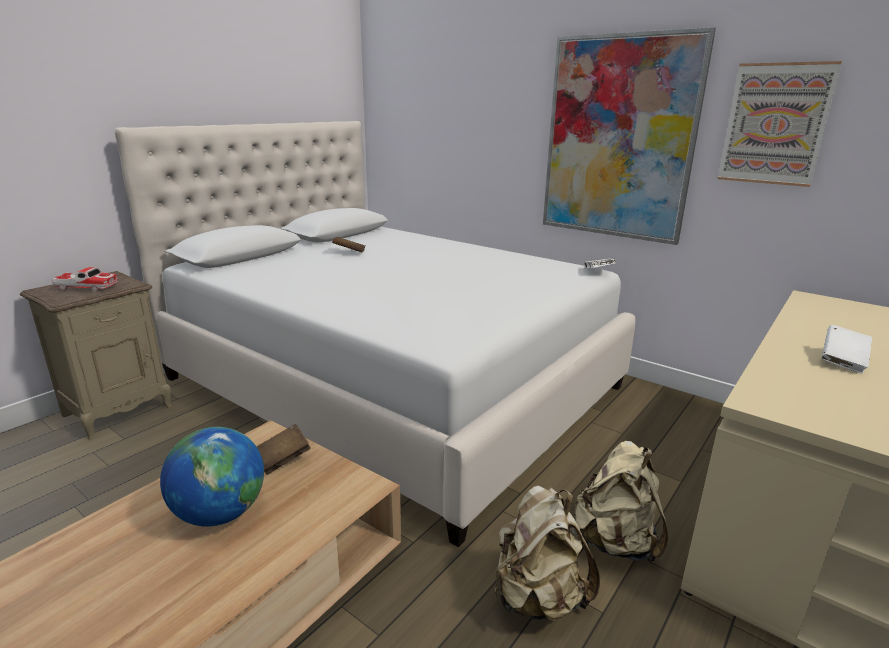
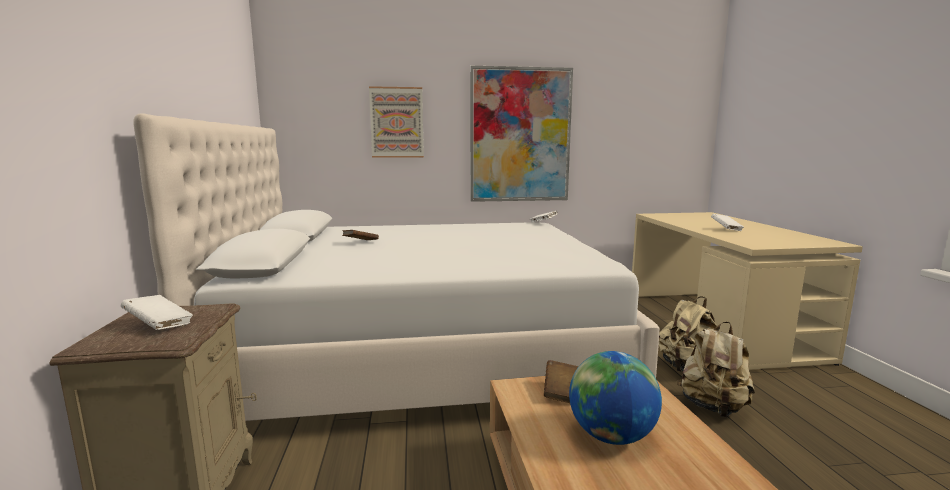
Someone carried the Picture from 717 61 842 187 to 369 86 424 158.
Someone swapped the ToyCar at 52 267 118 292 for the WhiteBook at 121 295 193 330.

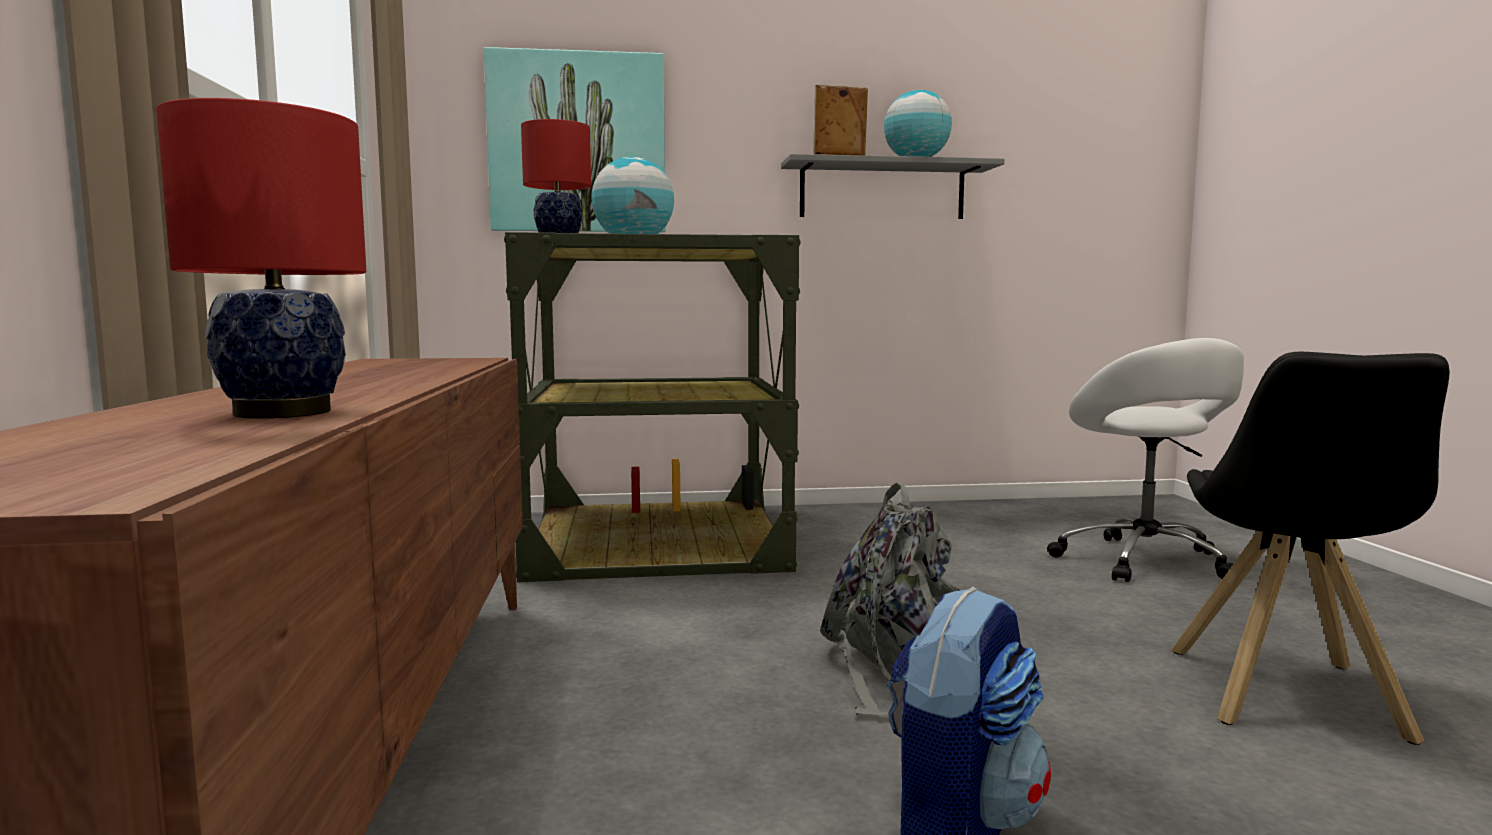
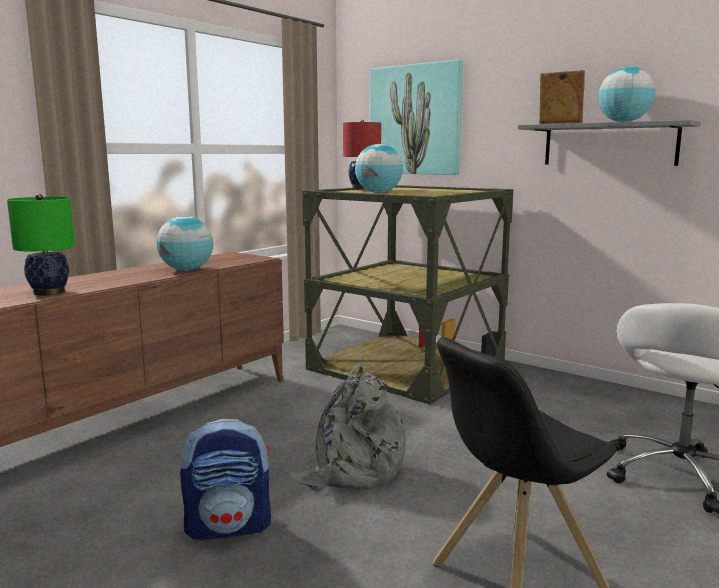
Someone repainted the RedTableLamp at 156 98 366 418, which became the GreenTableLamp at 7 194 75 296.
Someone put down the Globe at 157 216 213 271.

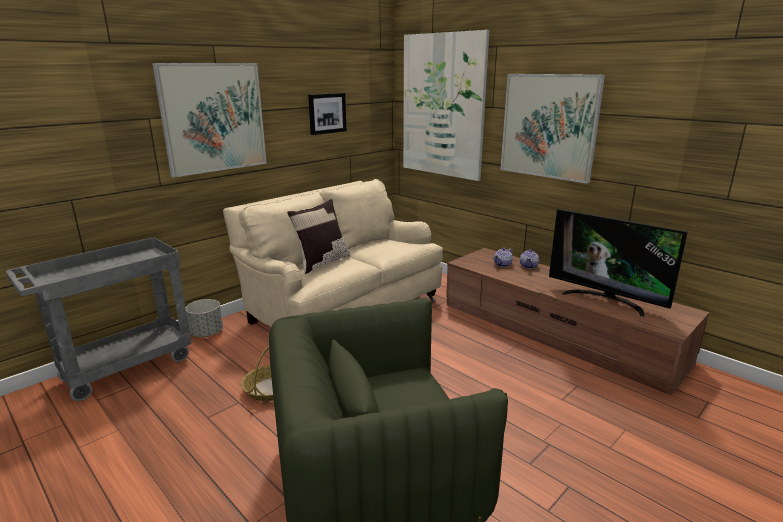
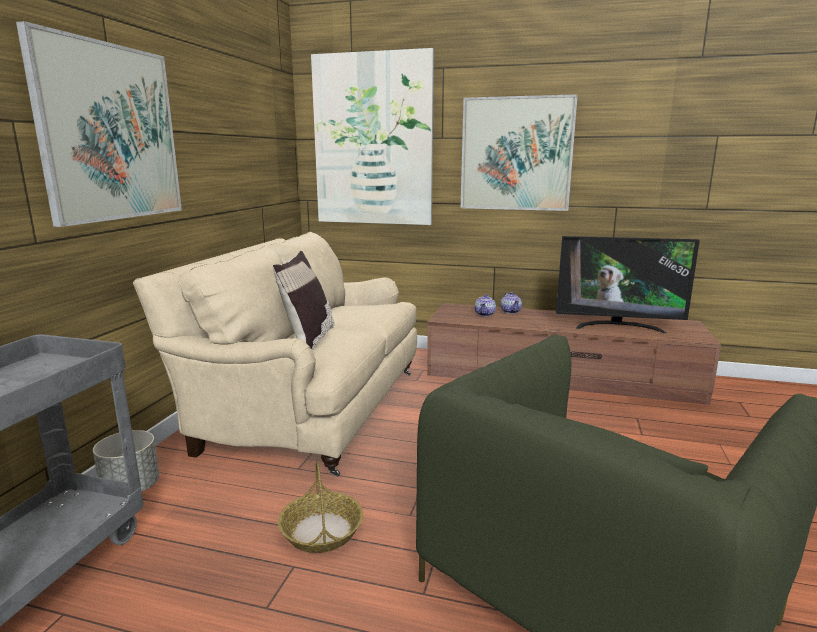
Someone took away the Picture at 308 93 347 135.

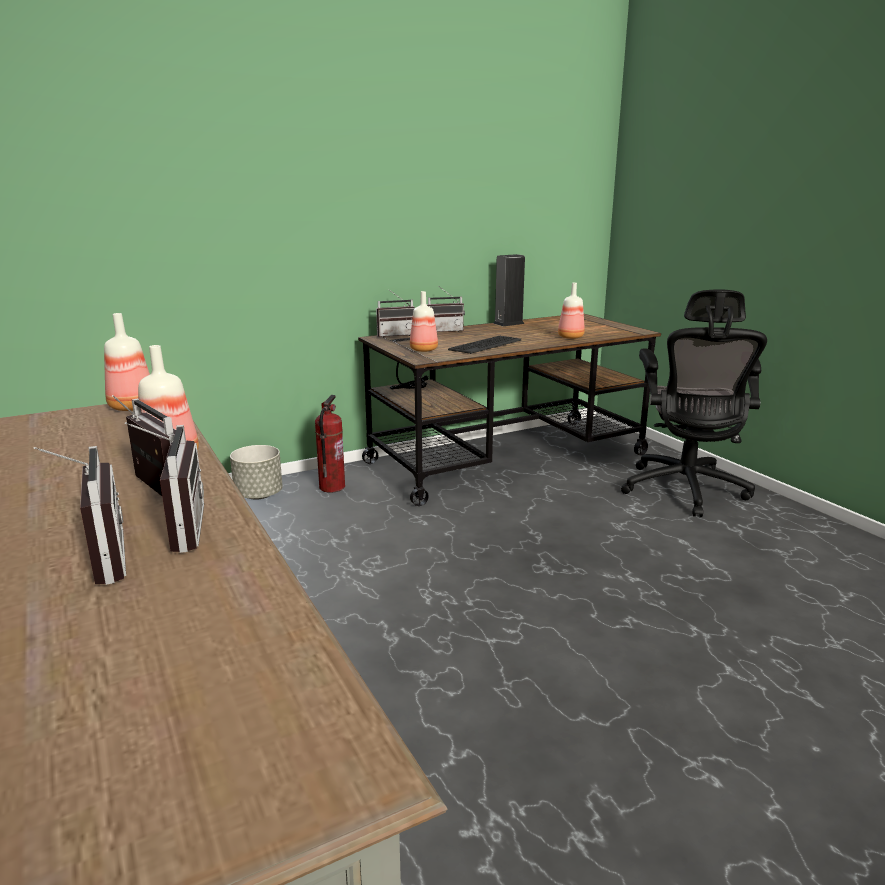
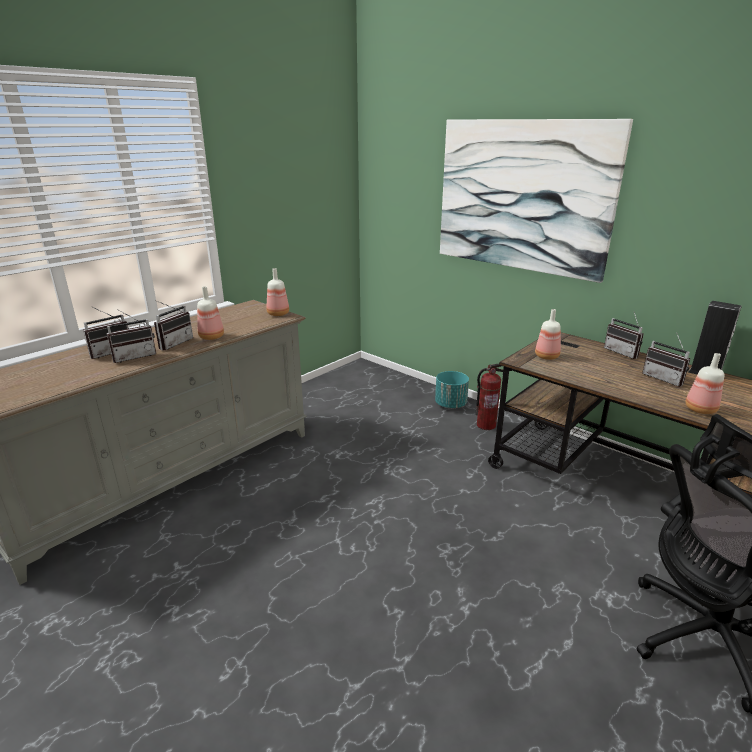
Someone carried the Radio from 376 289 415 337 to 642 334 691 387.
Someone took away the Keyboard at 448 336 521 354.
Someone repainted the GreyPlanter at 230 445 283 500, which became the TurquoisePlanter at 435 371 469 408.
Someone put up the Picture at 440 119 633 283.

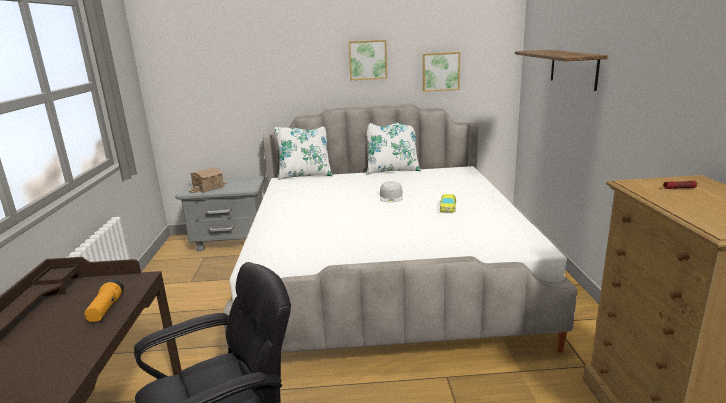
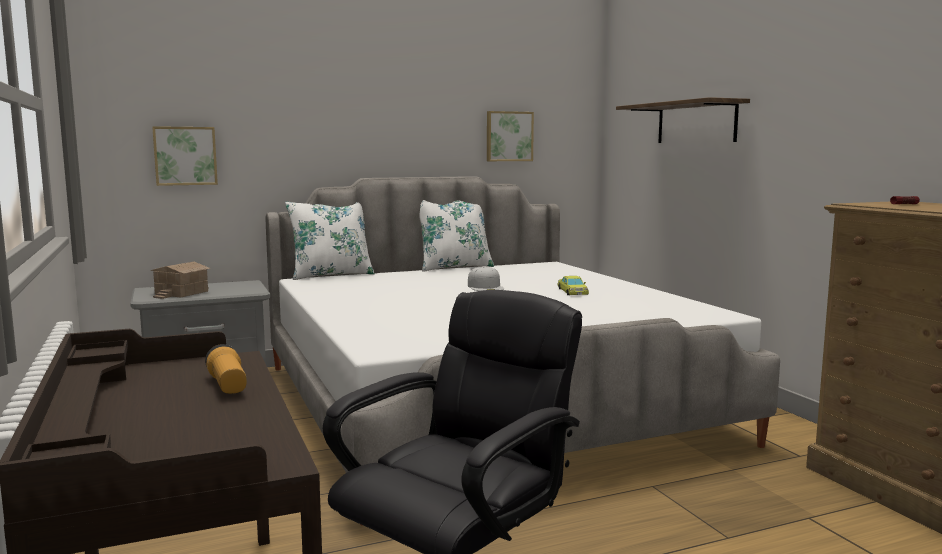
Someone carried the Picture from 348 40 387 80 to 152 126 218 186.

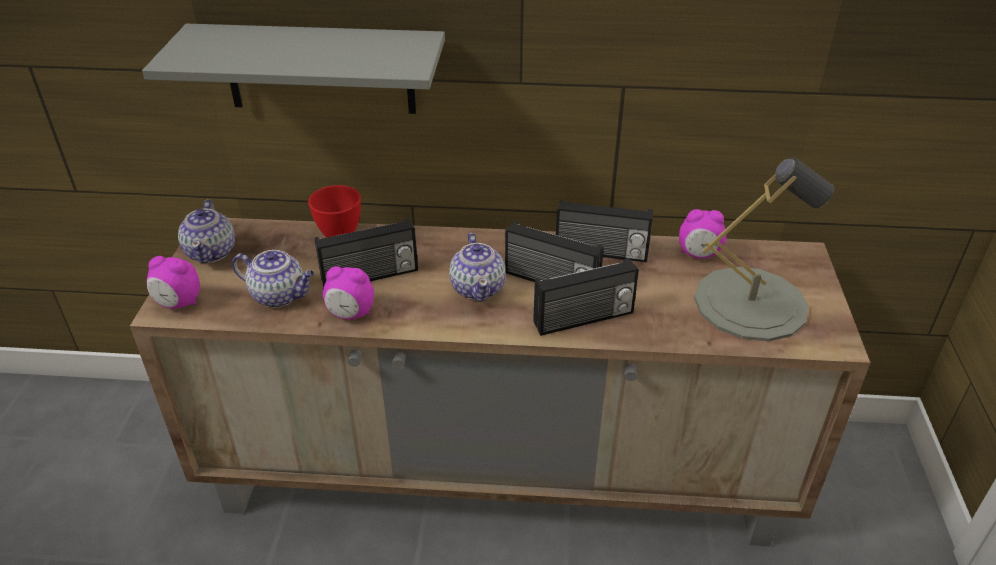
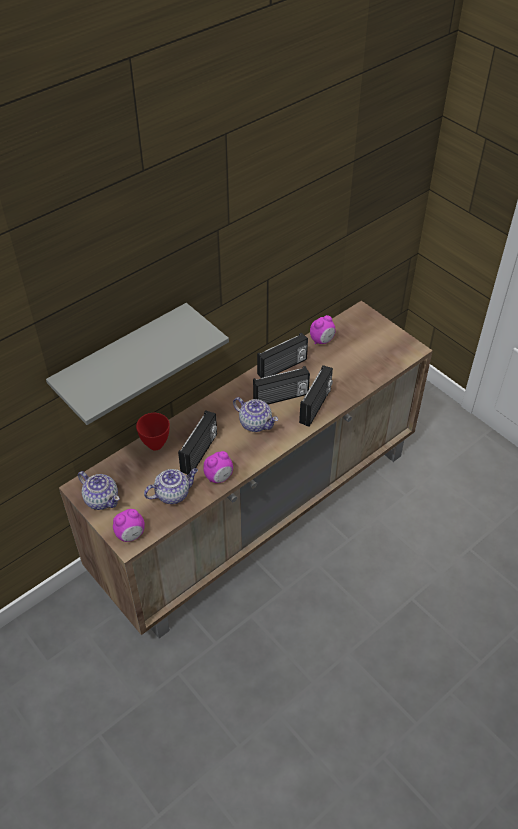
Someone took away the GreyTableLamp at 694 157 834 341.

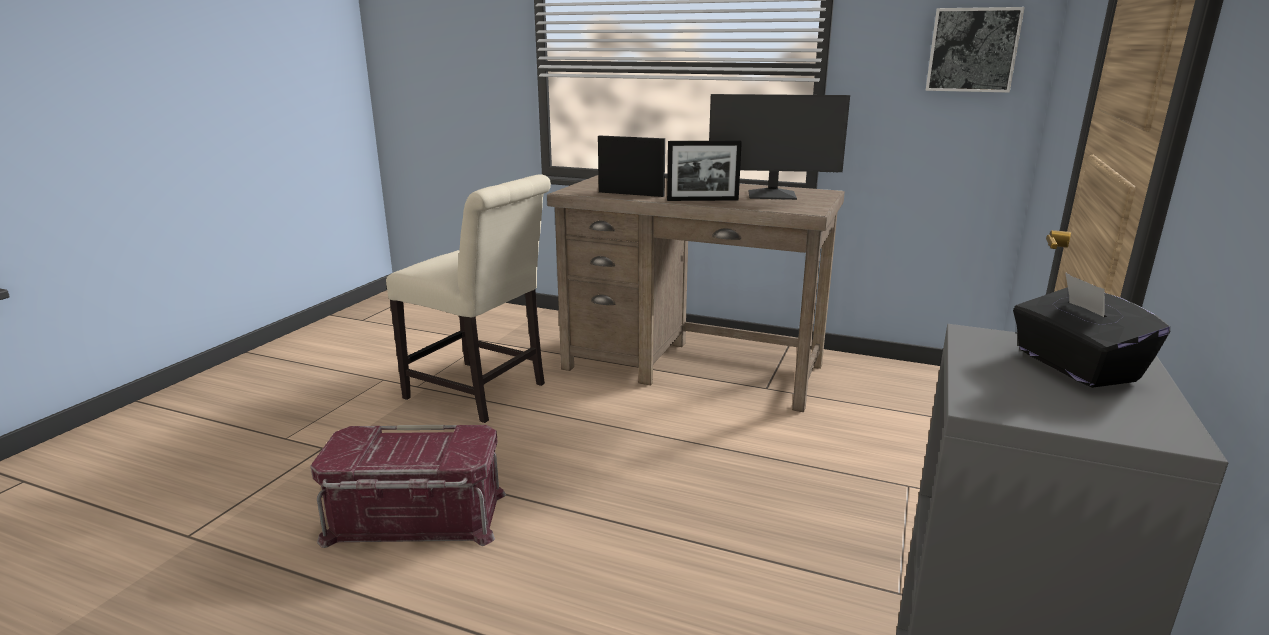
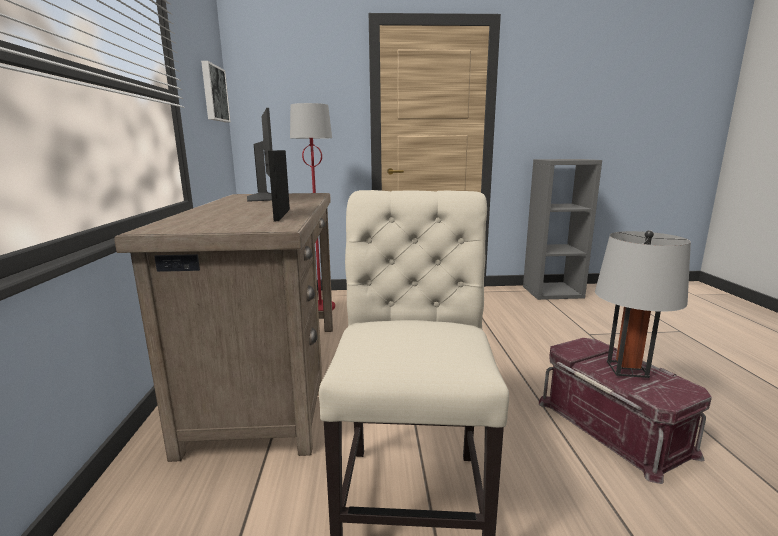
Someone took away the PictureFrame at 667 141 742 201.
Someone took away the BlackTissueBox at 1013 272 1170 388.
Someone put down the RedFloorLamp at 290 103 335 311.
Someone put down the GreyTableLamp at 595 230 691 378.

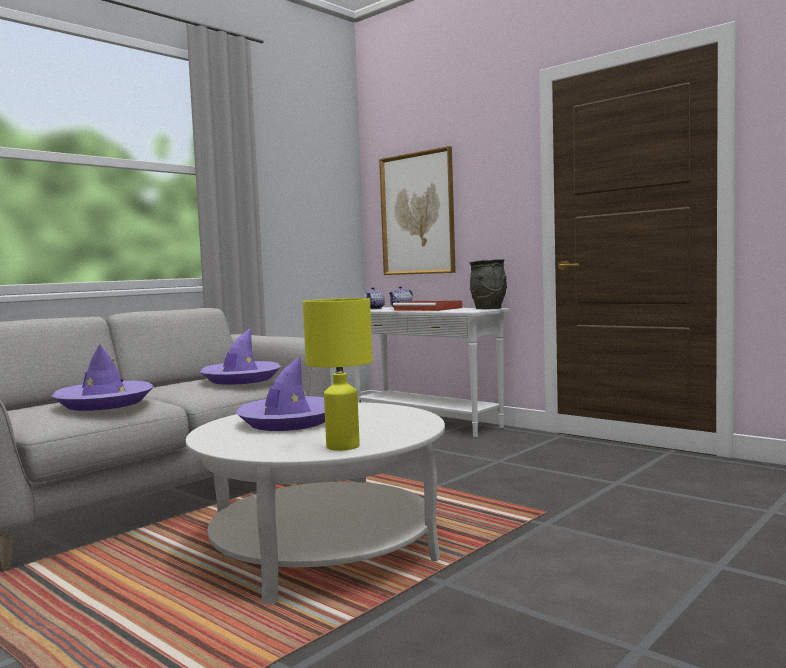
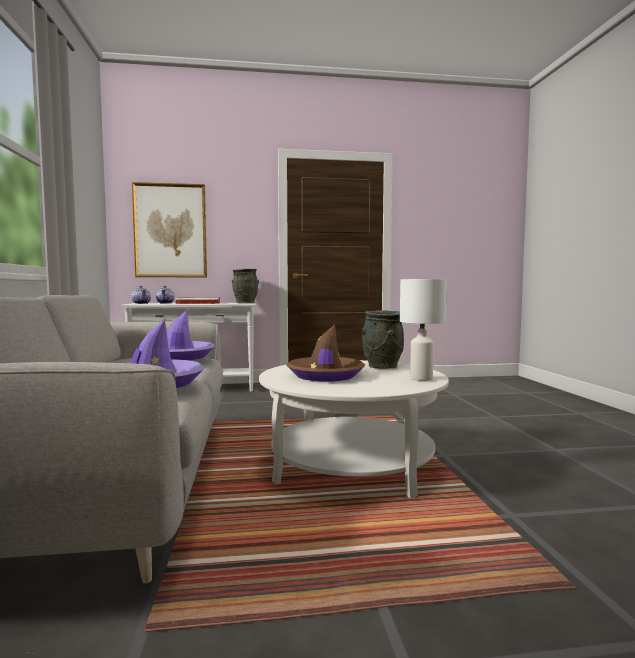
Someone repainted the YellowTableLamp at 303 298 373 451, which became the WhiteTableLamp at 400 279 447 381.
Someone repainted the PurpleHat at 235 356 325 431, which became the BrownHat at 286 324 365 381.
Someone put down the GreyVase at 361 310 404 369.

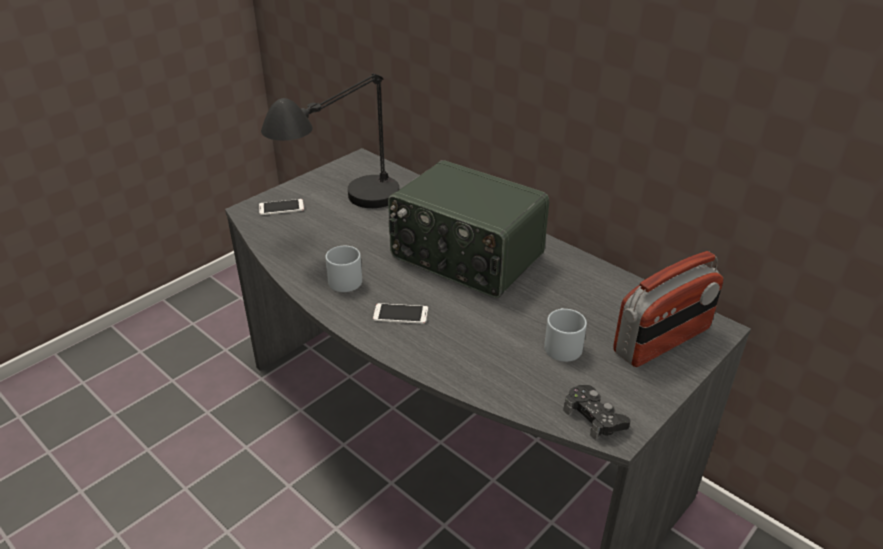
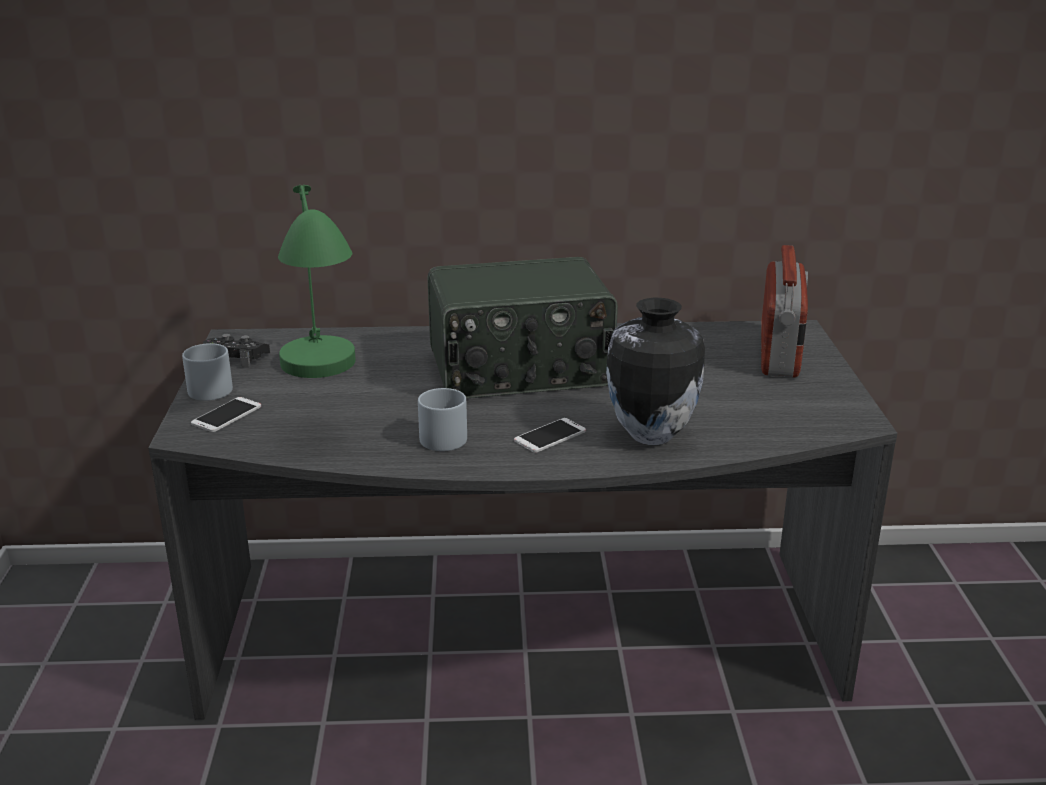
Someone repainted the BlackTableLamp at 261 73 399 208, which became the GreenTableLamp at 278 184 356 378.
Someone carried the GreyMug from 544 308 587 362 to 182 343 233 401.
Someone carried the BlackGameController from 563 385 631 440 to 203 334 270 368.
Someone put down the Vase at 606 298 705 445.

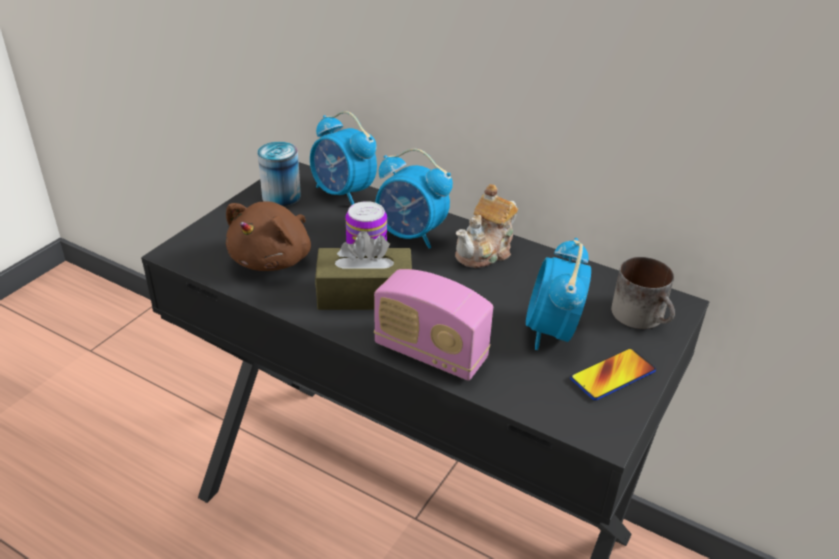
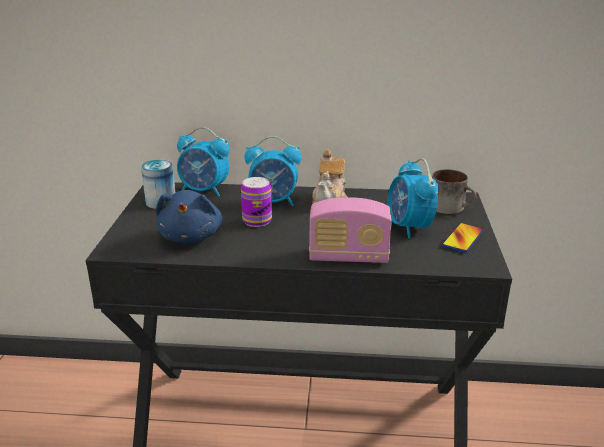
Someone repainted the BrownPlushToy at 226 201 311 271, which became the BluePlushToy at 156 190 222 243.
Someone took away the BrownTissueBox at 315 231 412 310.

